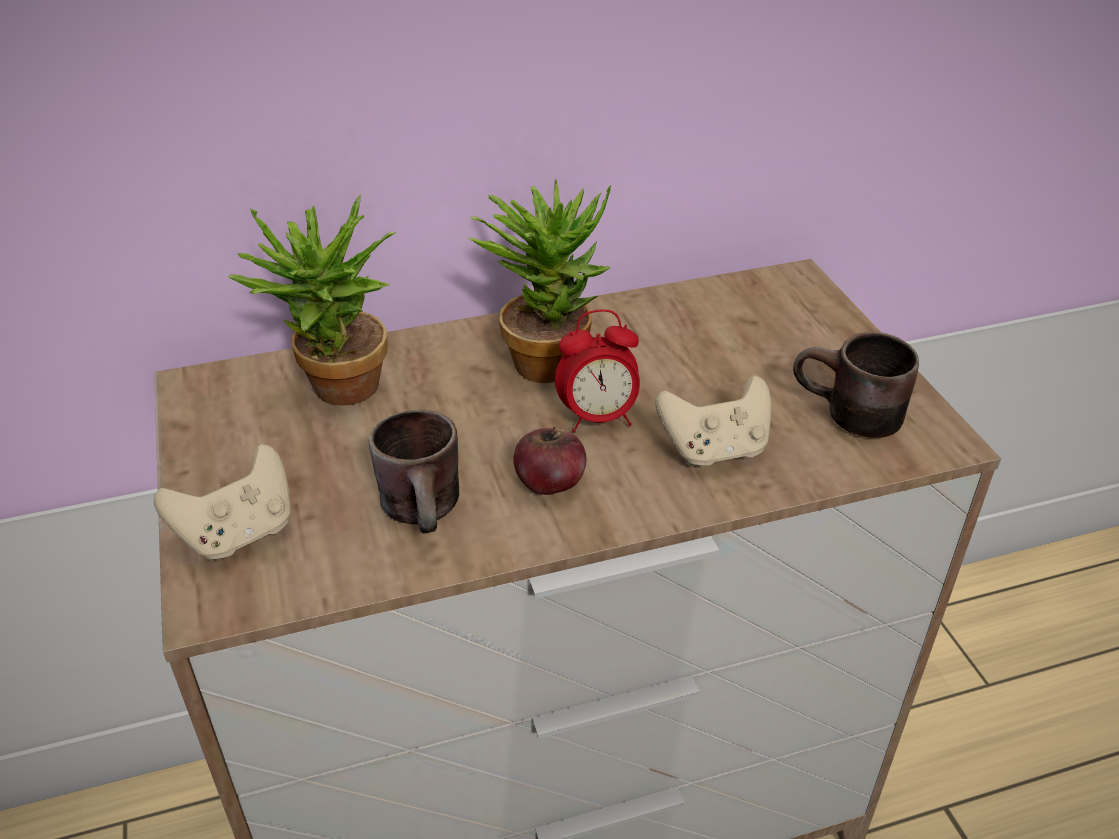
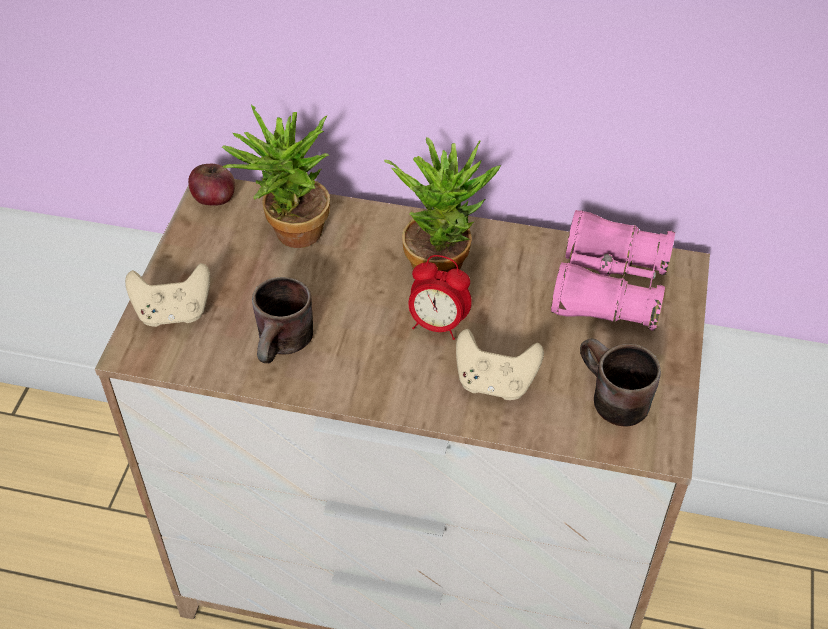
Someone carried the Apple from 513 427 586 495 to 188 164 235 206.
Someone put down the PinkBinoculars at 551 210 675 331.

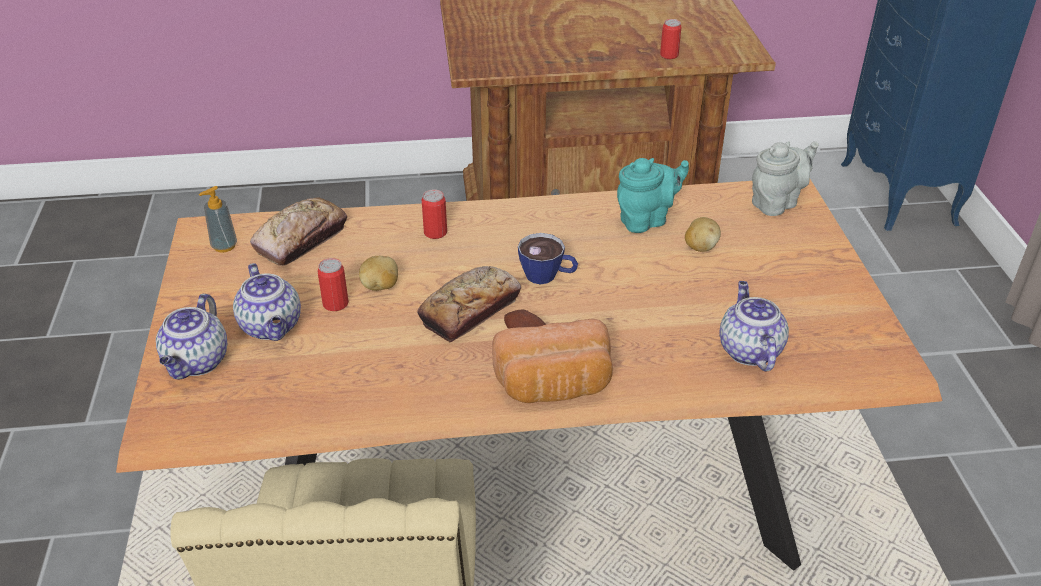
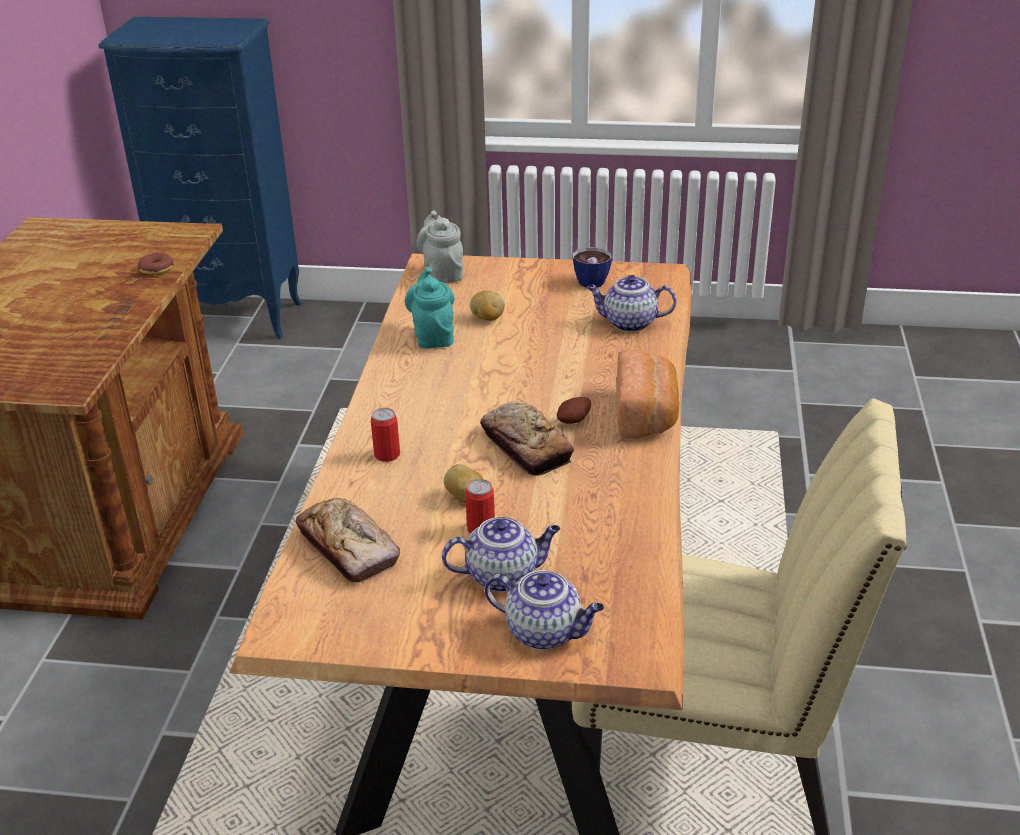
Someone swapped the Can at 660 19 681 59 for the Donut at 138 253 174 275.
Someone took away the SoapDispenser at 199 186 237 253.
Someone carried the Cup from 518 233 578 284 to 573 247 612 287.

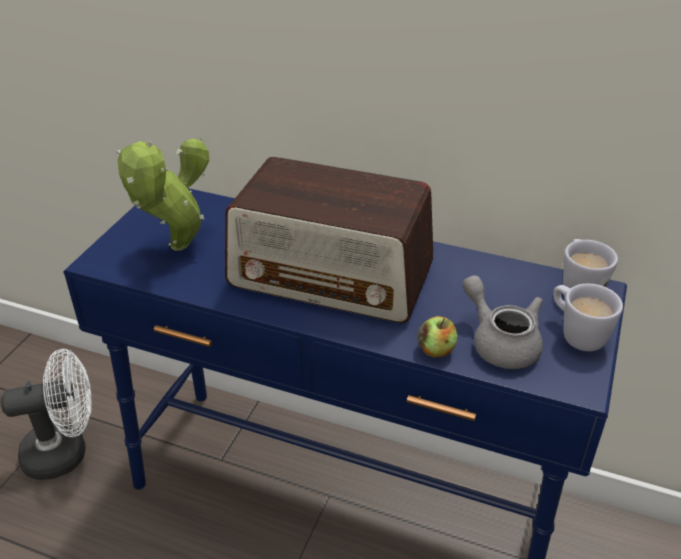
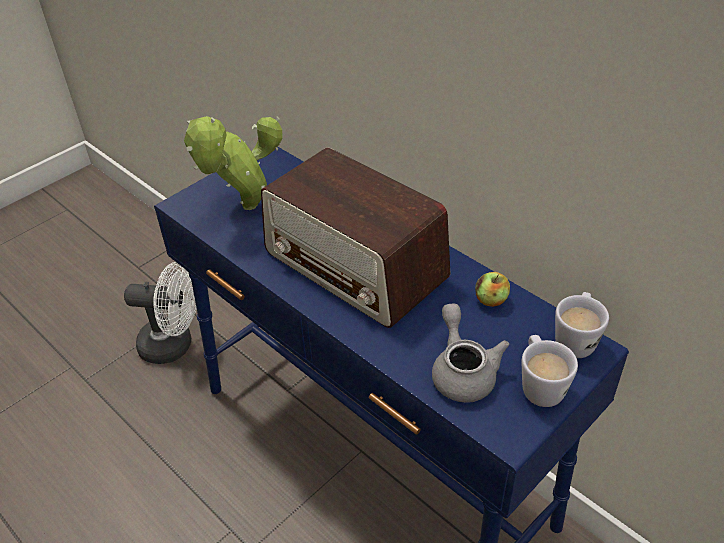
Someone carried the Apple from 417 316 458 358 to 475 272 510 307.

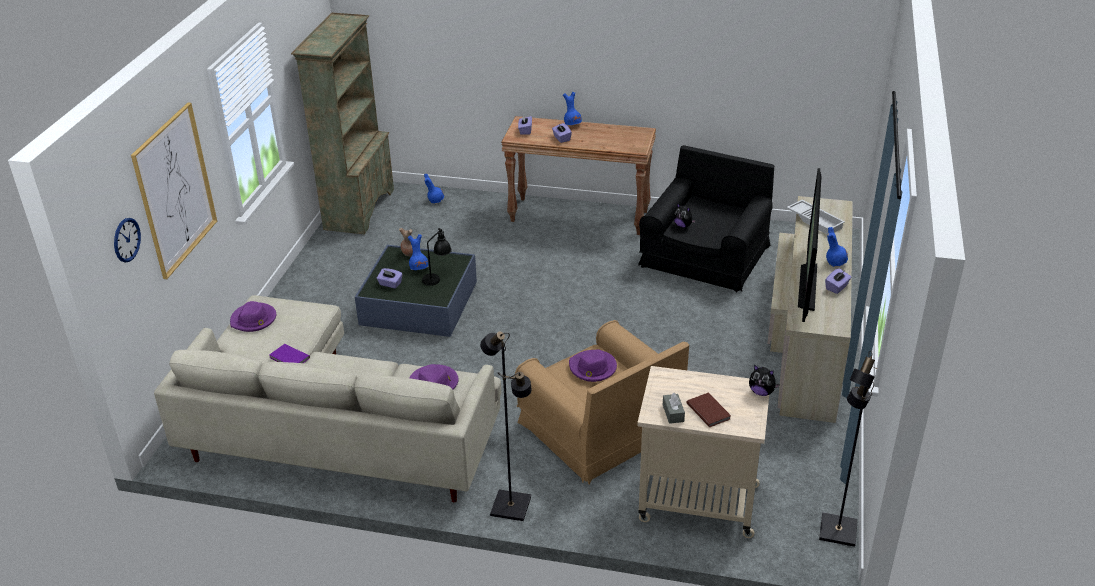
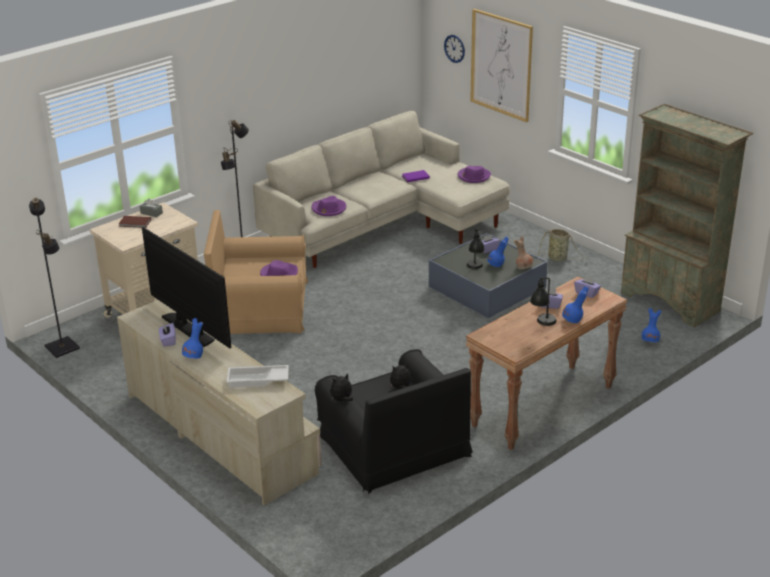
Someone carried the PlushToy from 749 365 780 396 to 330 374 353 401.
Someone put down the Basket at 537 229 587 261.
Someone put down the BlackTableLamp at 530 277 557 326.

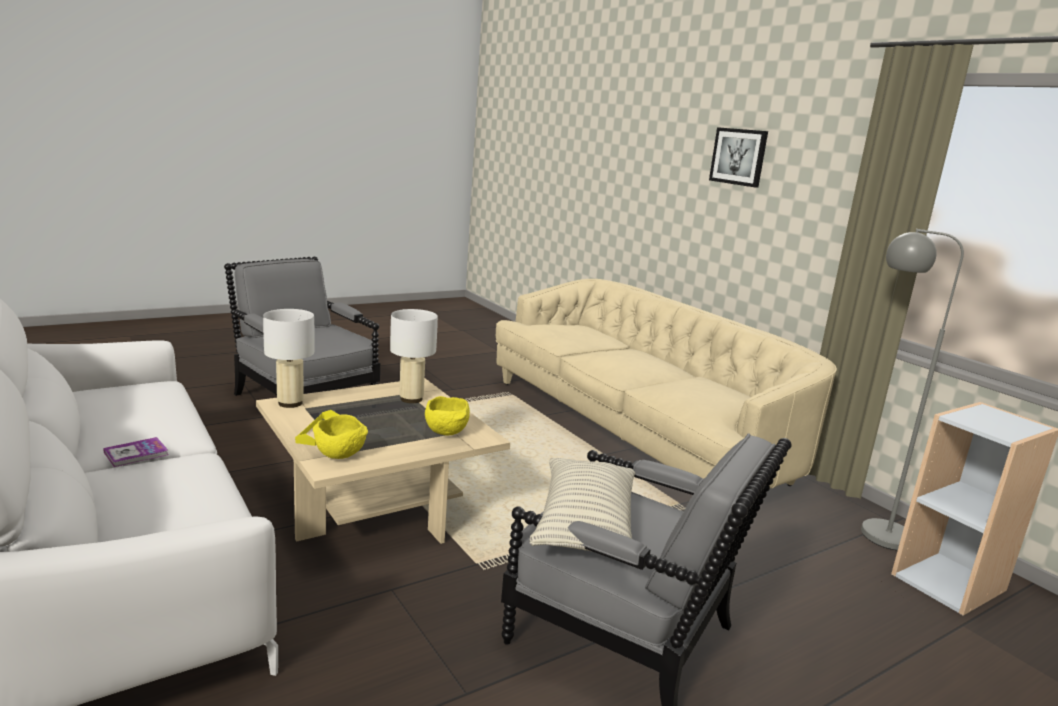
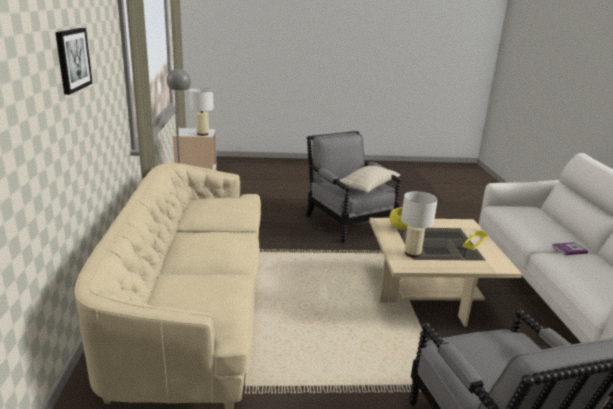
Someone carried the WhiteTableLamp from 263 309 315 408 to 189 88 213 136.
Someone took away the YellowBowl at 313 414 368 459.

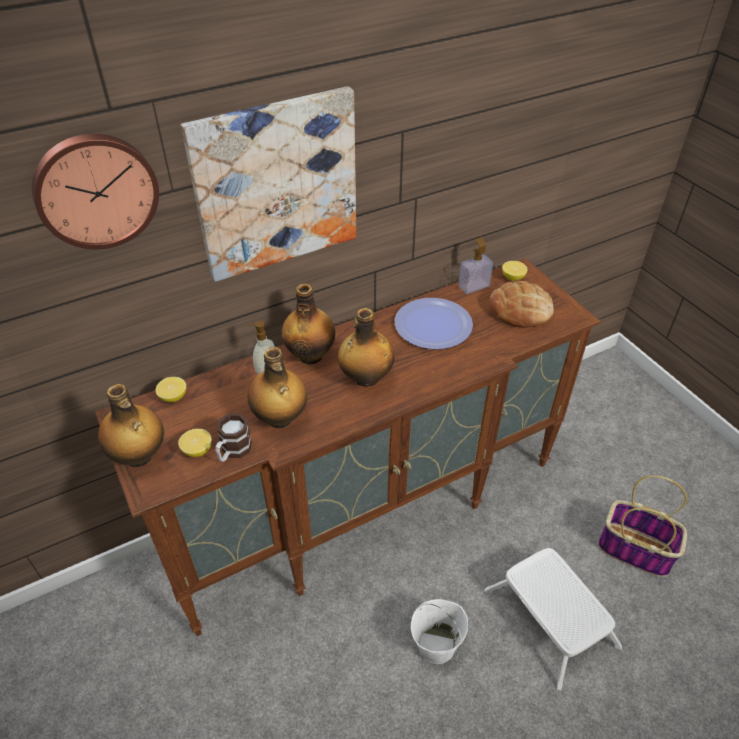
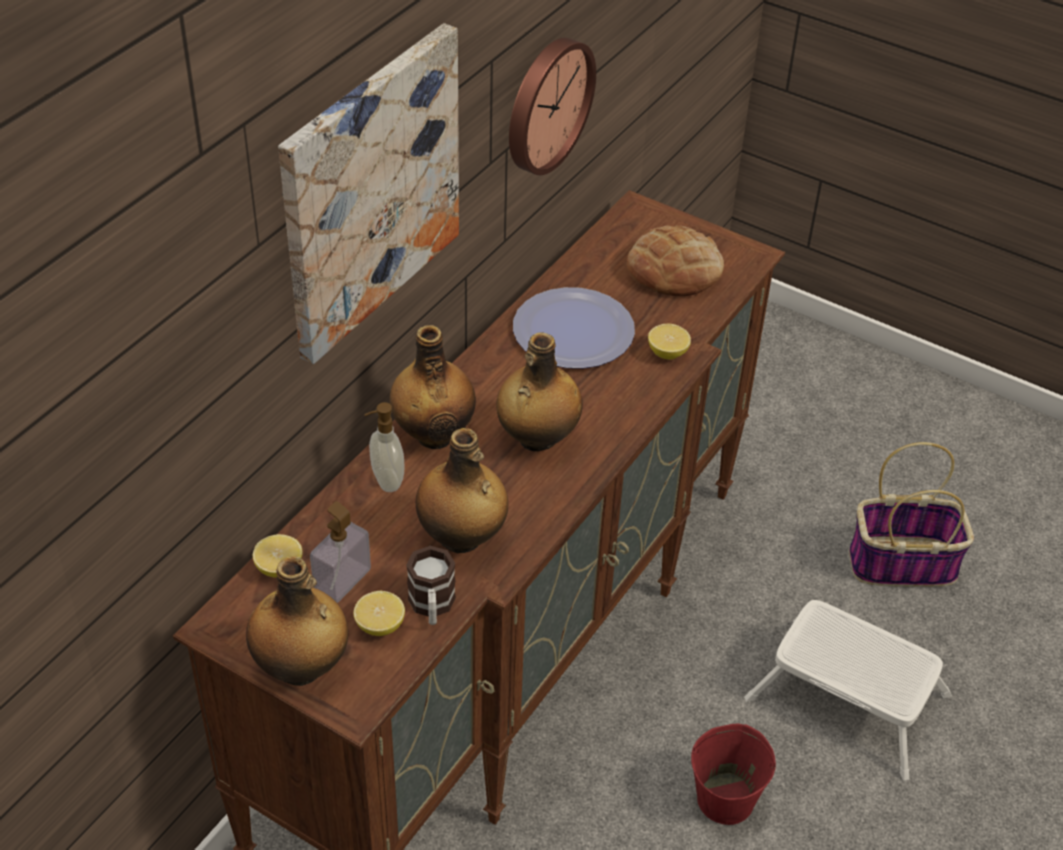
Someone carried the WallClock from 32 134 159 249 to 509 38 596 175.
Someone carried the SoapDispenser from 458 238 493 294 to 310 501 371 603.
Someone carried the Lemon from 502 261 528 281 to 648 324 691 360.
Someone repainted the WhiteBucket at 411 599 468 664, which became the RedBucket at 691 723 776 825.

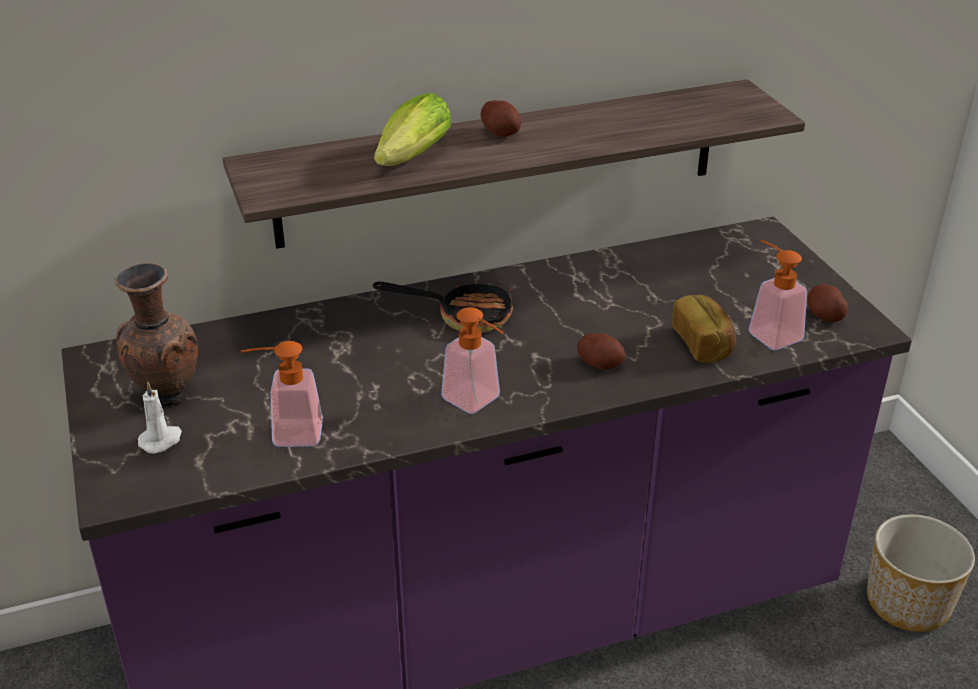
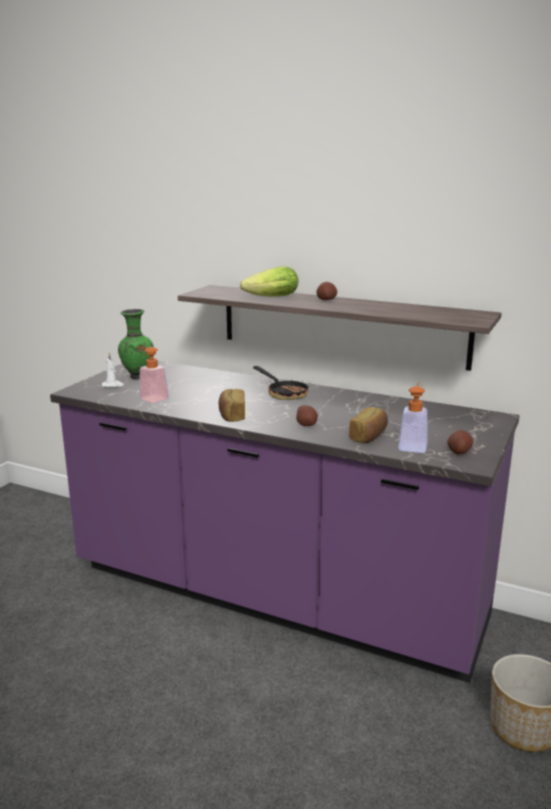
Someone repainted the BrownVase at 114 263 198 406, which became the GreenVase at 118 309 154 380.
Someone swapped the SoapDispenser at 441 307 504 414 for the Bread at 218 389 245 422.

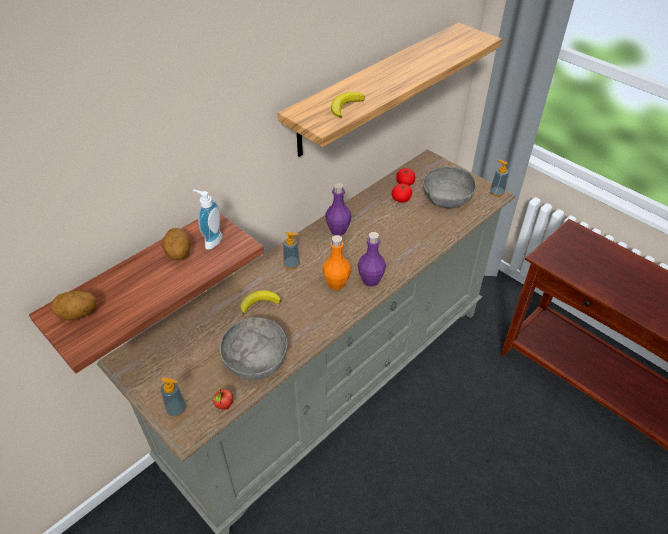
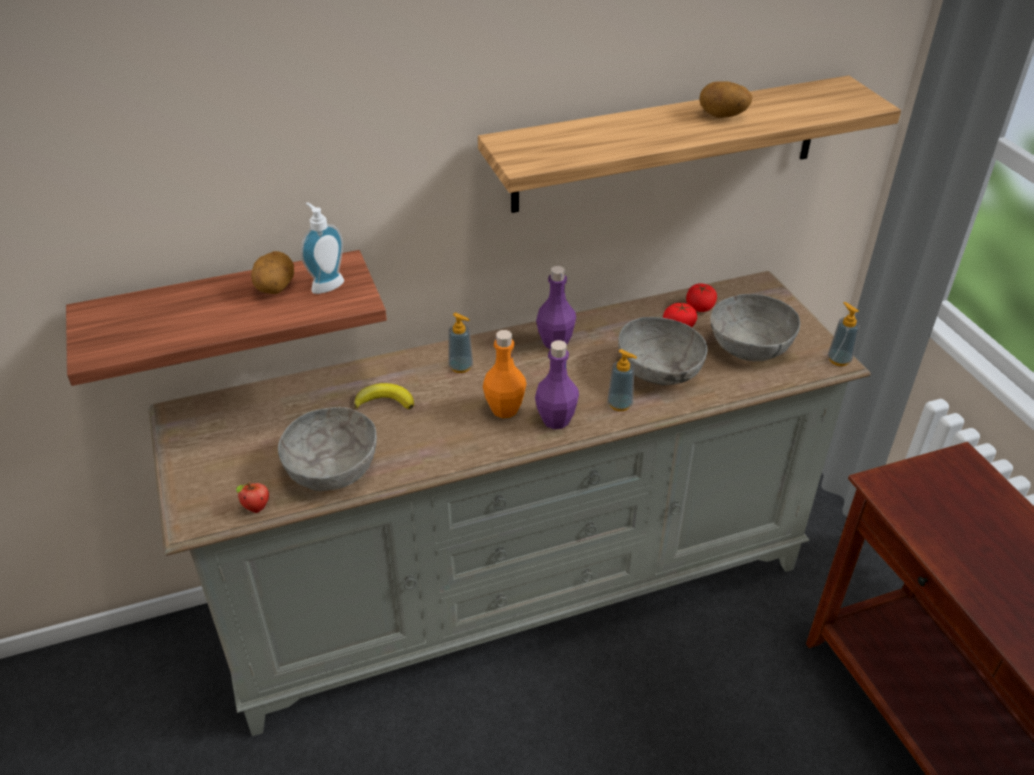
Someone took away the Banana at 331 92 365 118.
Someone carried the Potato from 51 291 97 321 to 699 81 752 118.
Someone carried the SoapDispenser from 161 377 186 417 to 608 349 637 411.
Someone put down the GreyBowl at 618 317 707 385.

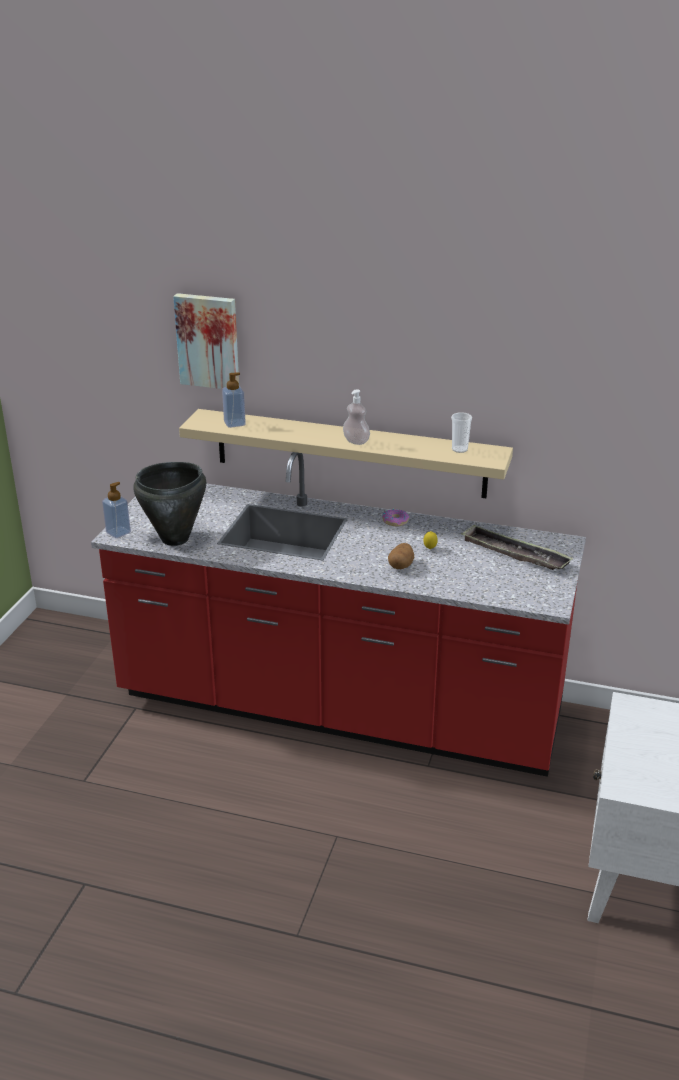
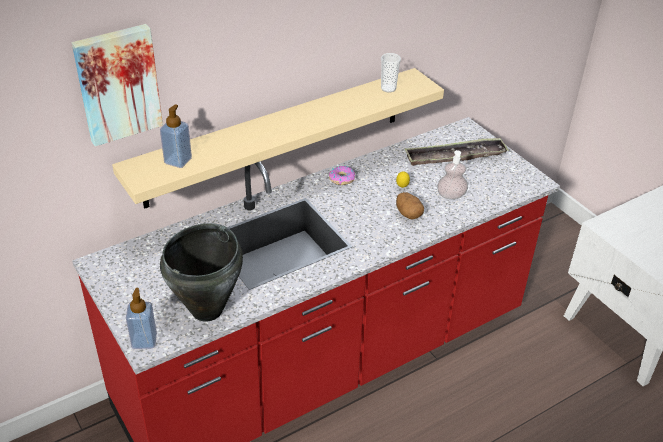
Someone carried the SoapDispenser from 343 389 370 445 to 437 150 468 199.

